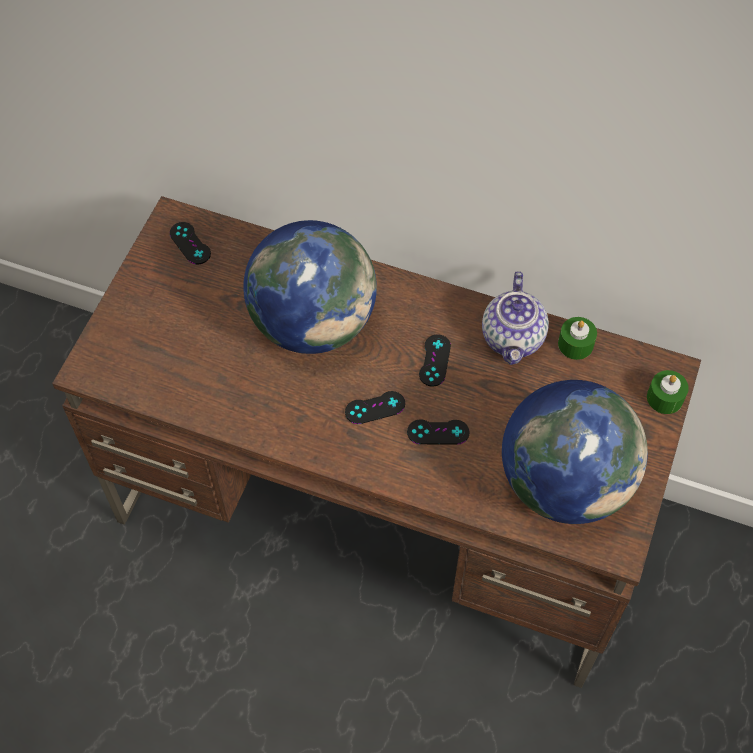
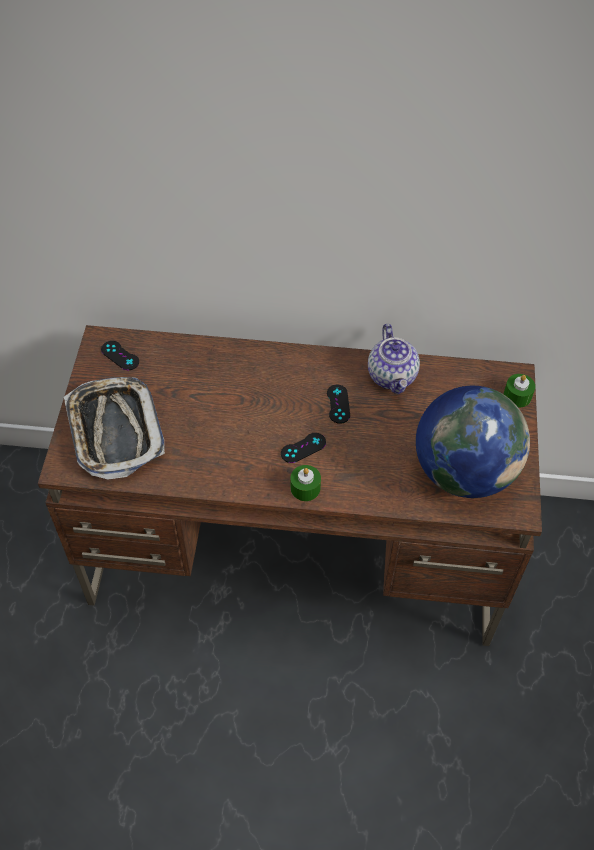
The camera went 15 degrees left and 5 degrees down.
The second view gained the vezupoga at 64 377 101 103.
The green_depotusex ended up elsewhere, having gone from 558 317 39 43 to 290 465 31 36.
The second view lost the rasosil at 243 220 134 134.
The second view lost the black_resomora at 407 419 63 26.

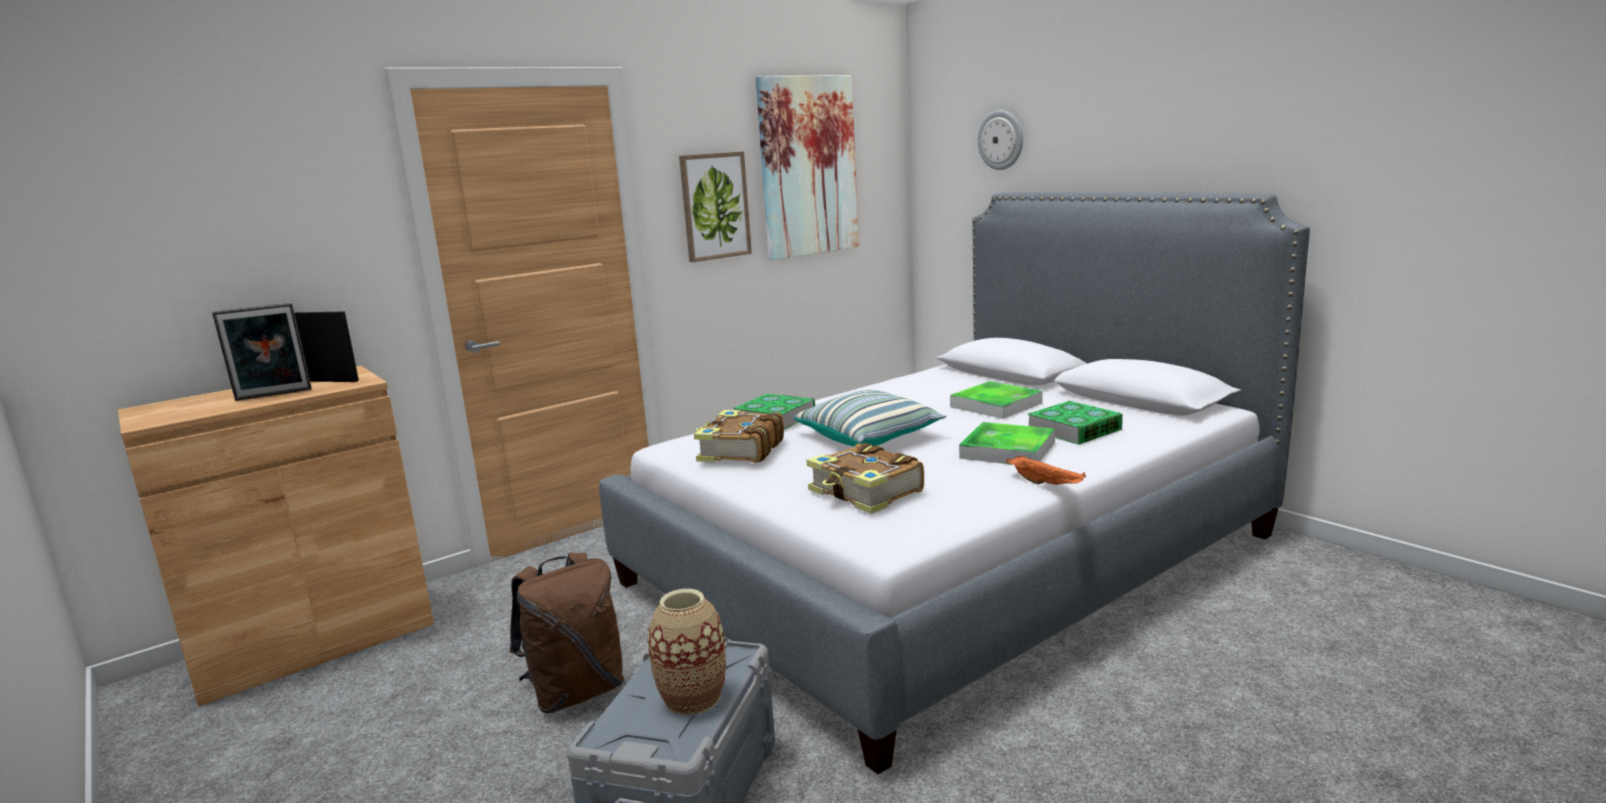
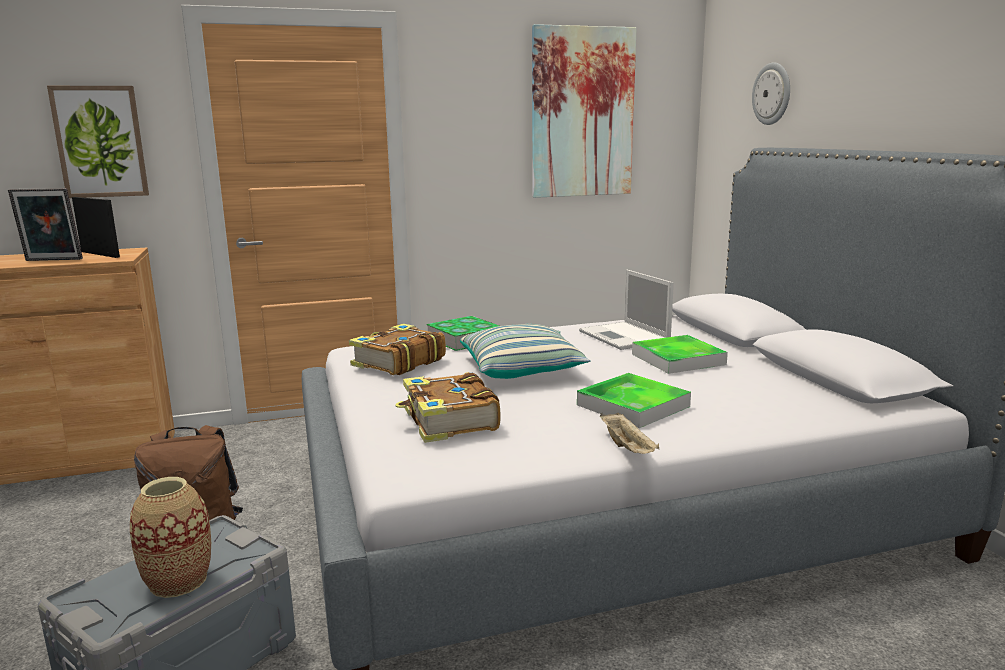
The camera went 20 degrees right and 0 degrees up.
The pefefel ended up elsewhere, having gone from 679 151 73 111 to 47 86 102 112.
The second view gained the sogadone at 579 270 95 80.
What was the orange_vezupoga at 1006 456 80 29 turned into the beige_vezupoga at 600 413 59 41.
The second view lost the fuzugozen at 1028 401 95 44.

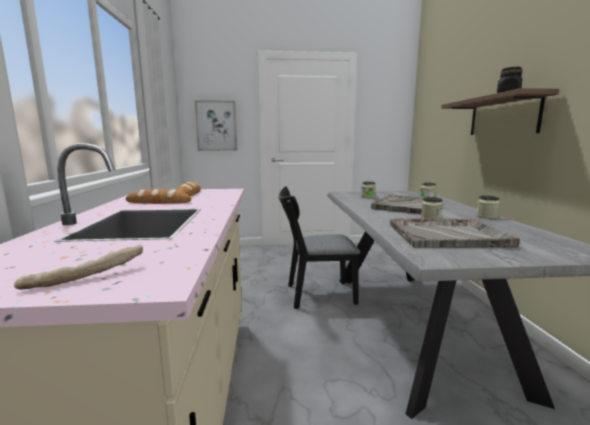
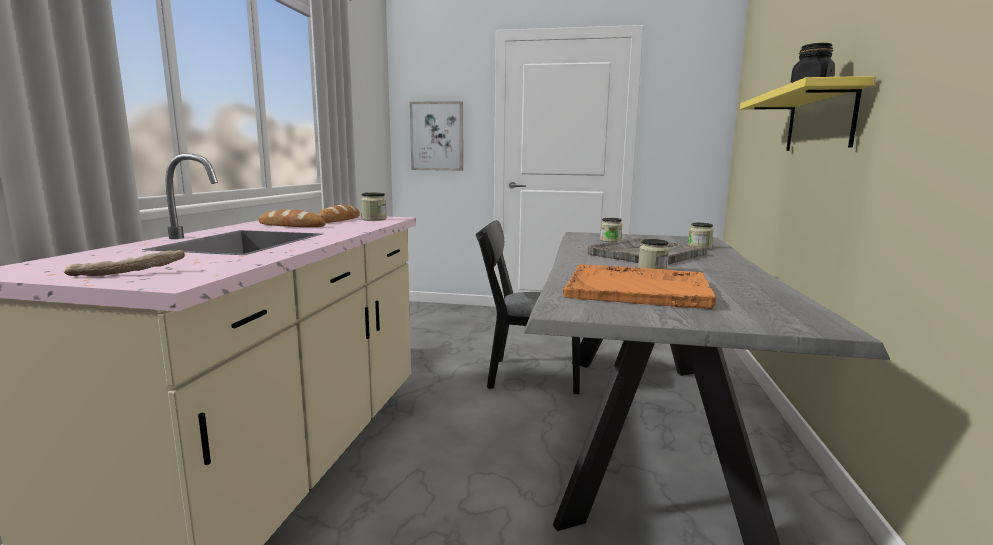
The camera went 15 degrees right and 0 degrees up.
The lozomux ended up elsewhere, having gone from 476 195 24 24 to 361 192 26 29.
What was the grey_vezupoga at 390 218 130 30 turned into the orange_vezupoga at 563 264 153 45.
What was the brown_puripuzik at 441 88 118 47 turned into the yellow_puripuzik at 740 76 136 75.

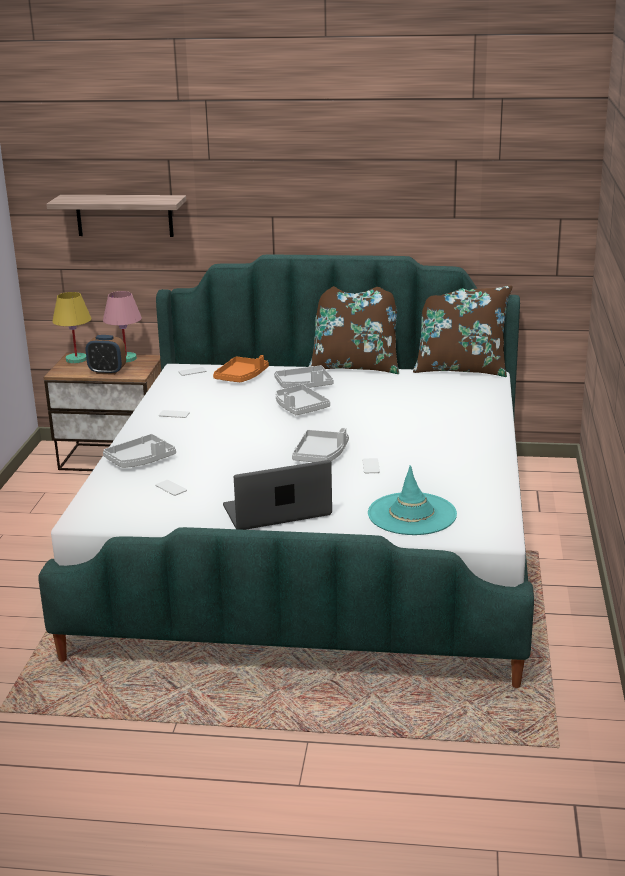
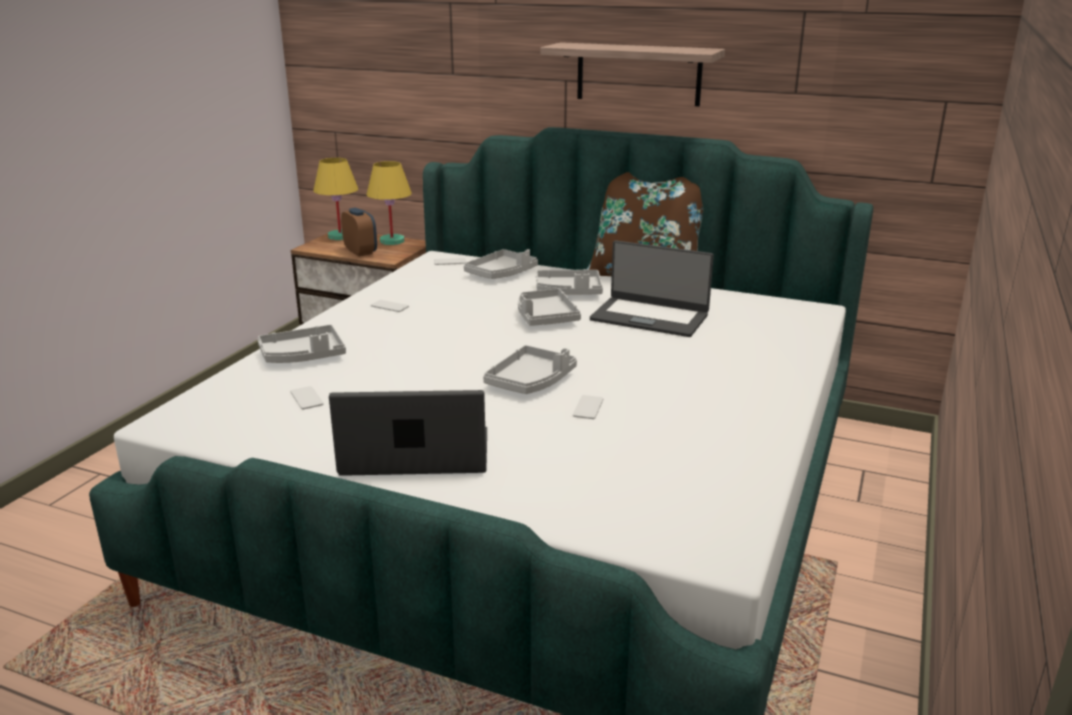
The camera went 15 degrees right and 0 degrees up.
The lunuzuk at 86 335 40 40 ended up facing another way, 150 degrees counterclockwise from before.
What was the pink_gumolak at 103 291 39 72 turned into the yellow_gumolak at 366 161 46 84.
What was the orange_vezupoga at 213 355 56 27 turned into the grey_vezupoga at 464 249 74 30.
The puripuzik ended up elsewhere, having gone from 46 195 140 42 to 540 42 185 64.
The second view gained the sogadone at 590 240 124 97.
The second view lost the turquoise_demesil at 368 465 89 70.
The second view lost the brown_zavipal at 413 285 100 92.

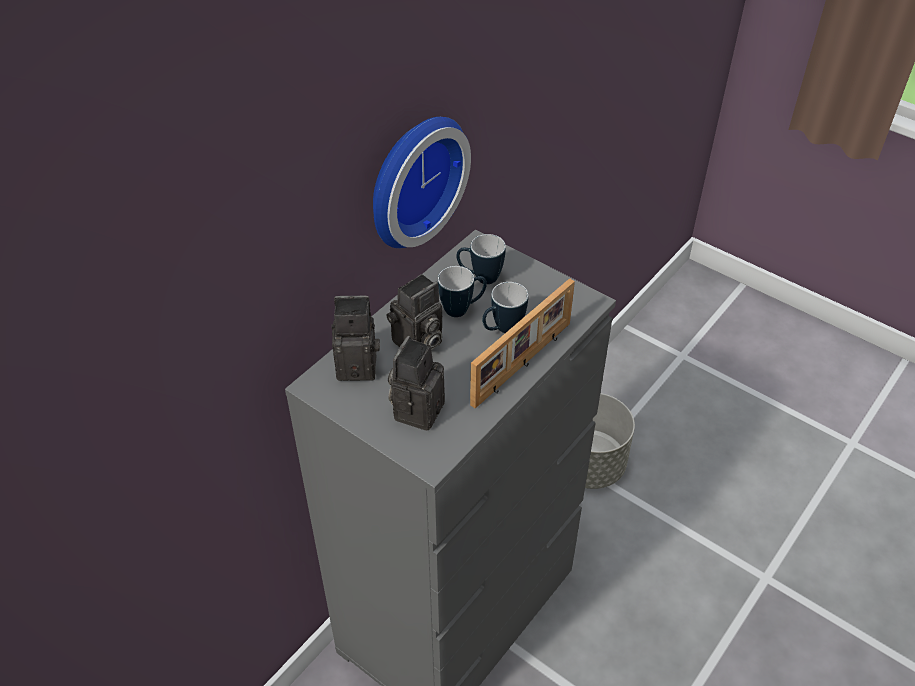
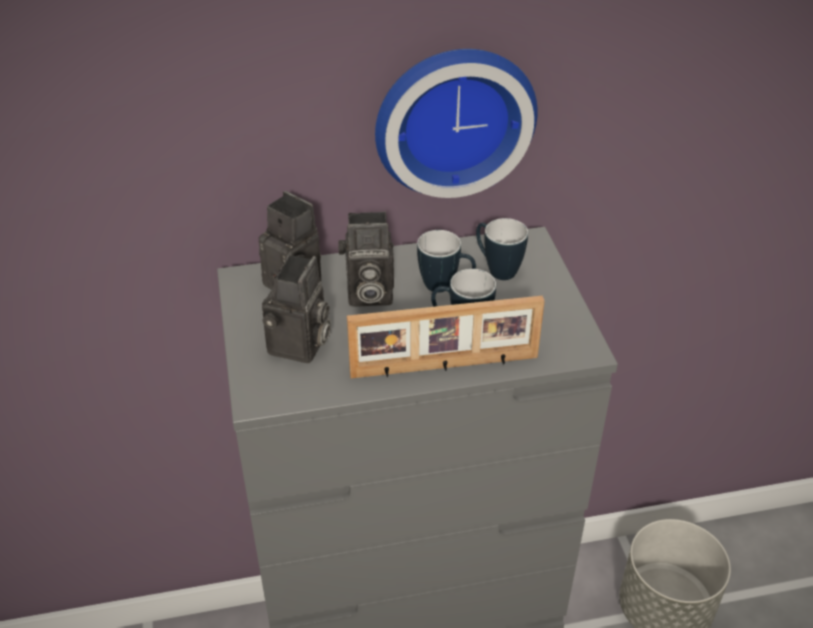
The camera went 40 degrees right and 5 degrees down.
The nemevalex at 388 336 57 95 ended up facing another way, 135 degrees clockwise from before.

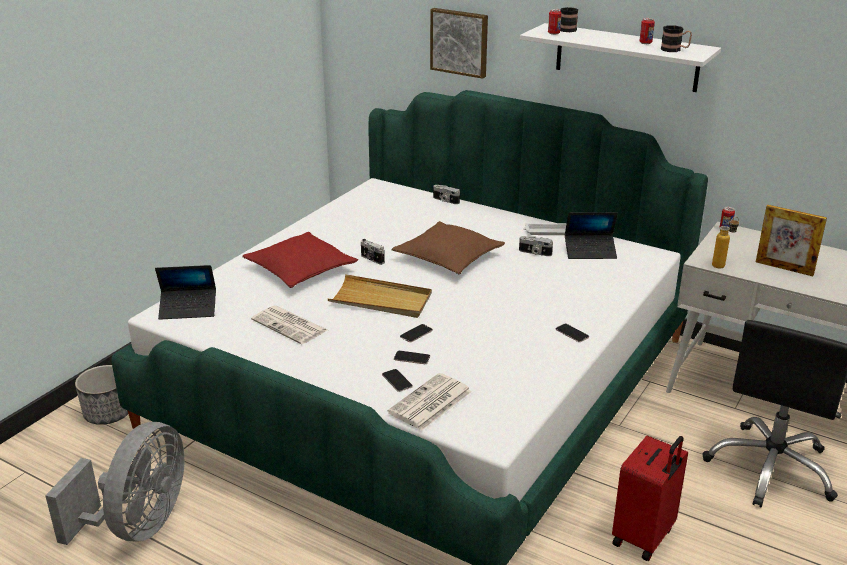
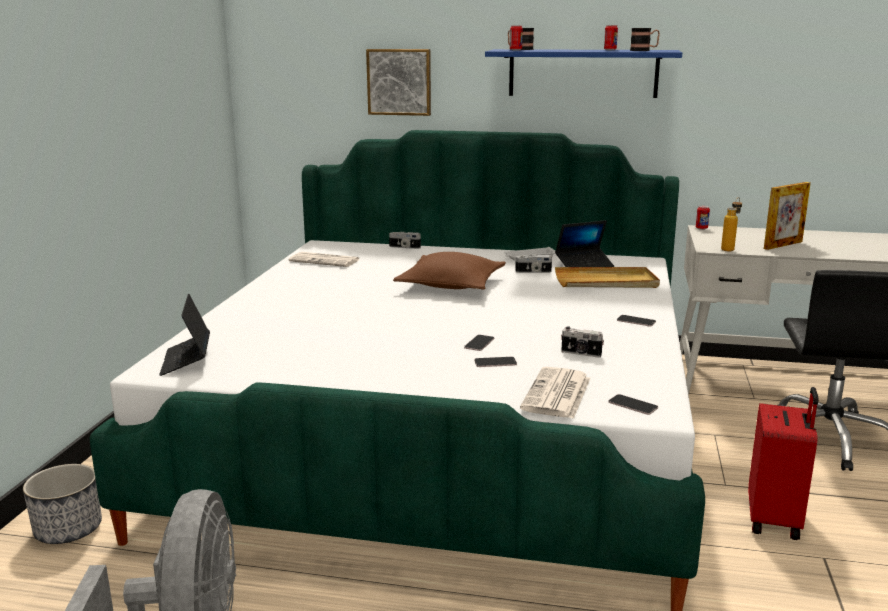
The camera went 20 degrees left and 10 degrees down.
The sogadone at 155 265 61 55 ended up facing another way, 105 degrees clockwise from before.
The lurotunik ended up elsewhere, having gone from 251 305 76 39 to 289 252 72 15.
What was the white_puripuzik at 520 23 201 69 turned into the blue_puripuzik at 485 49 197 49.
The beige_vezupoga ended up elsewhere, having gone from 328 274 104 44 to 555 267 105 21.
The nemevalex ended up elsewhere, having gone from 361 239 24 26 to 561 326 43 32.
The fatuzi ended up elsewhere, having gone from 382 369 31 23 to 609 394 49 21.
The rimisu at 756 205 71 71 ended up facing another way, 45 degrees counterclockwise from before.
The second view lost the red_zavipal at 242 232 116 56.

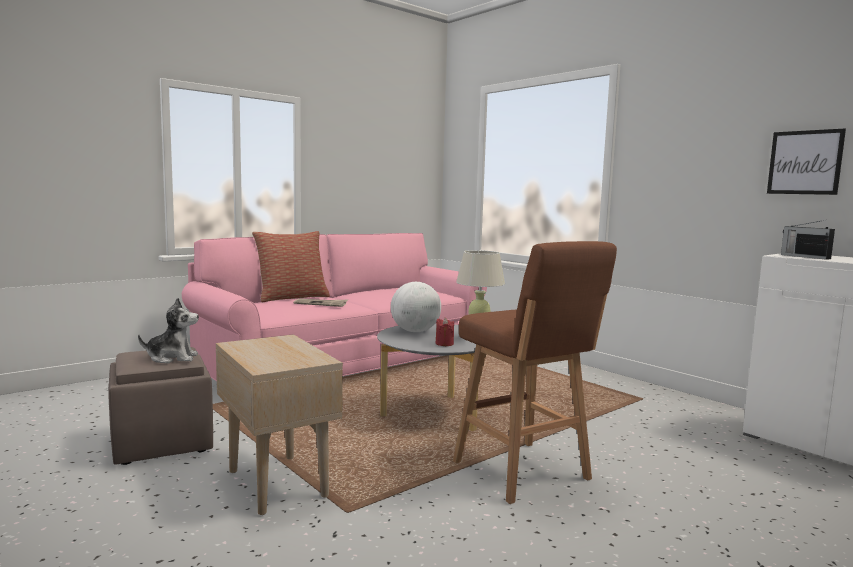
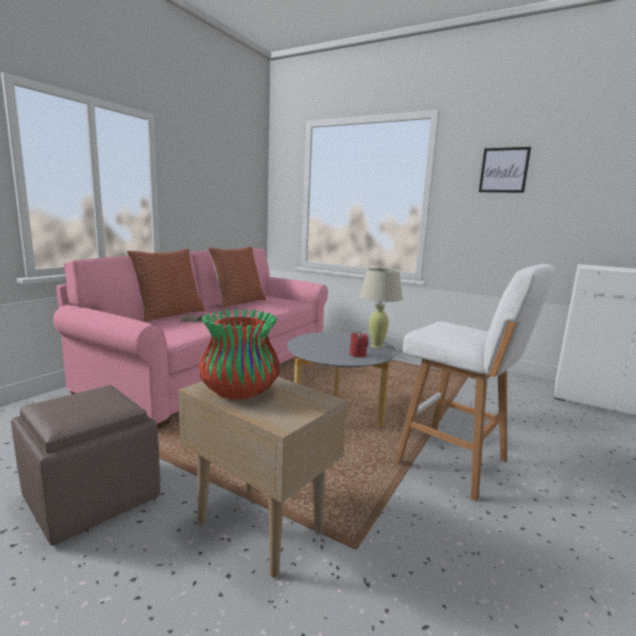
The camera went 20 degrees left and 5 degrees up.
The second view gained the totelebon at 198 309 81 91.
The second view gained the zavipal at 208 246 58 62.
What was the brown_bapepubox at 453 241 164 263 turned into the white_bapepubox at 394 264 161 238.
The pefefel ended up elsewhere, having gone from 767 129 79 66 to 479 147 52 46.
The second view lost the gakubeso at 138 298 61 65.
The second view lost the rasosil at 391 282 50 50.
The second view lost the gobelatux at 781 220 54 40.

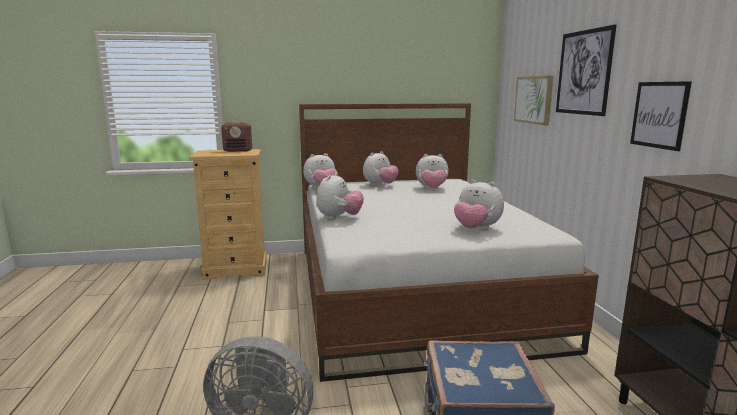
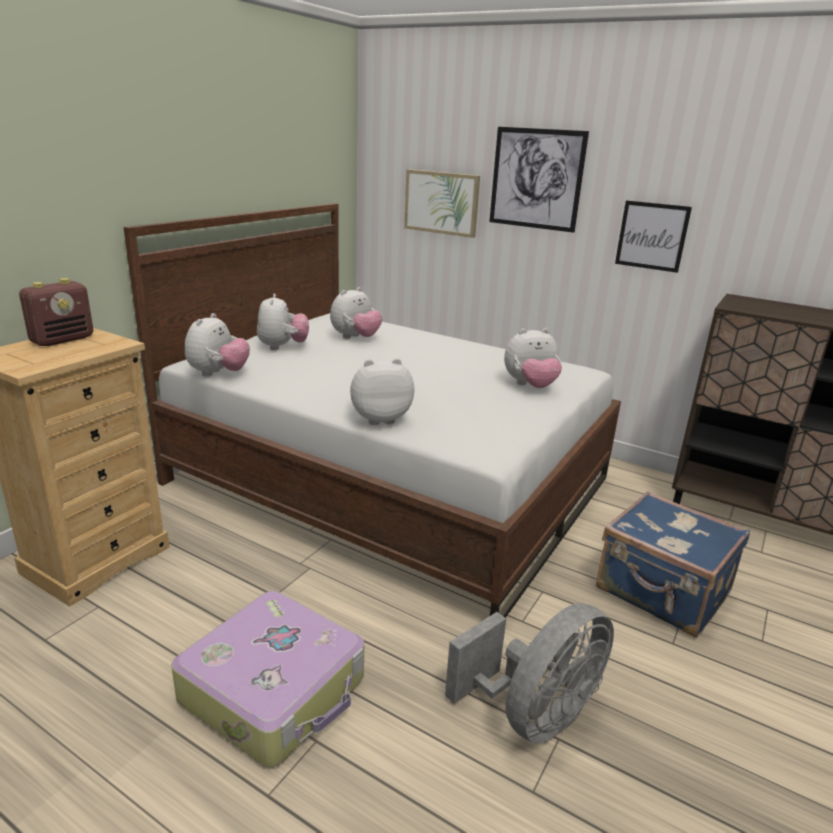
The camera went 50 degrees left and 10 degrees up.
The second view gained the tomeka at 171 591 194 176.
The gakubeso at 317 172 47 48 ended up facing another way, 75 degrees counterclockwise from before.

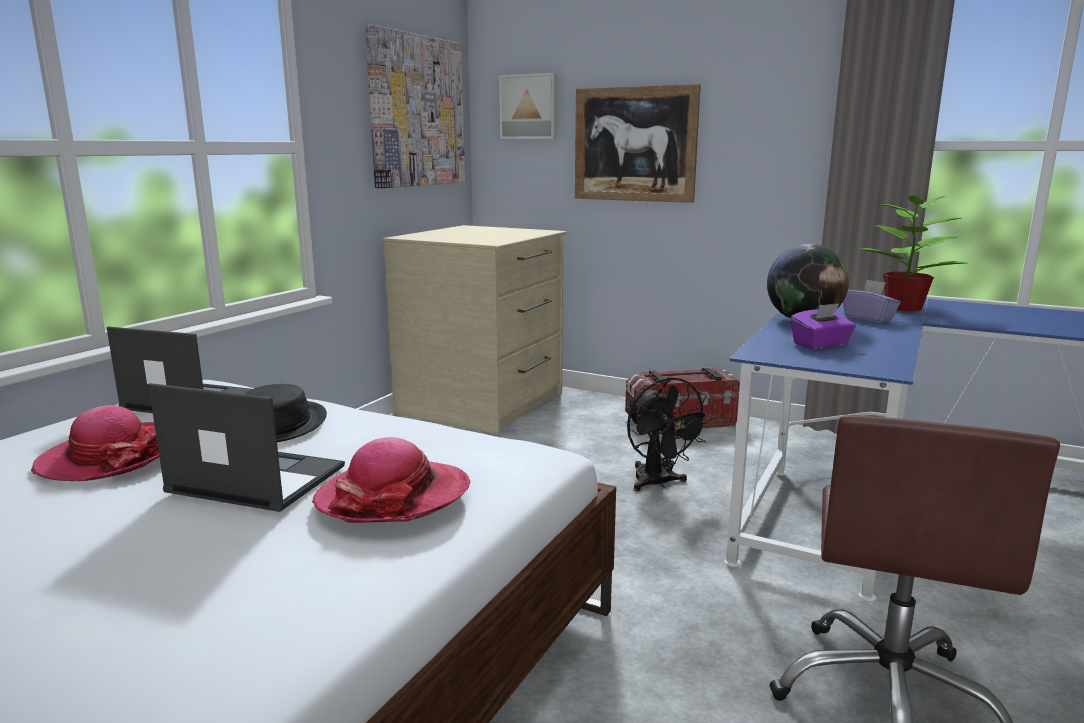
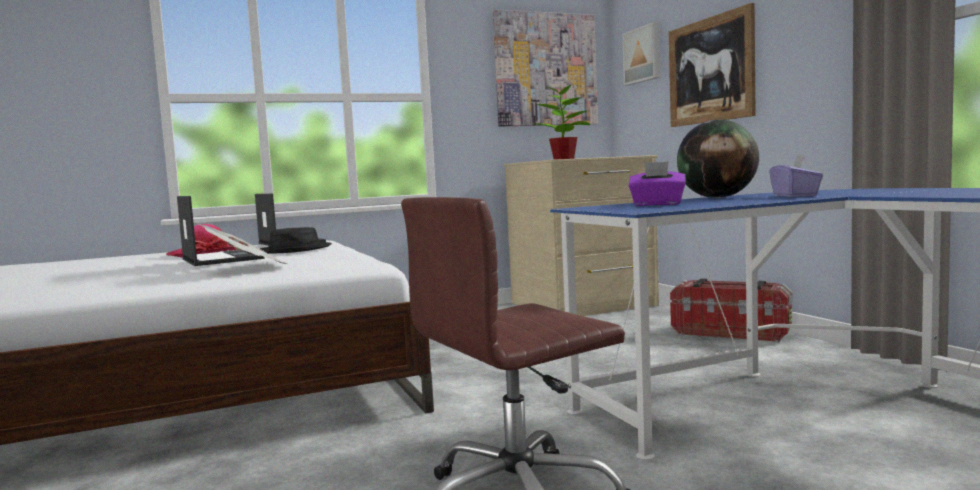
The camera went 40 degrees right and 10 degrees down.
Where the demesil stood at 312 437 158 86, the lurotunik came to stand at 195 223 92 41.
The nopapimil ended up elsewhere, having gone from 860 189 107 122 to 533 84 57 76.
The second view lost the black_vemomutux at 627 377 86 114.

